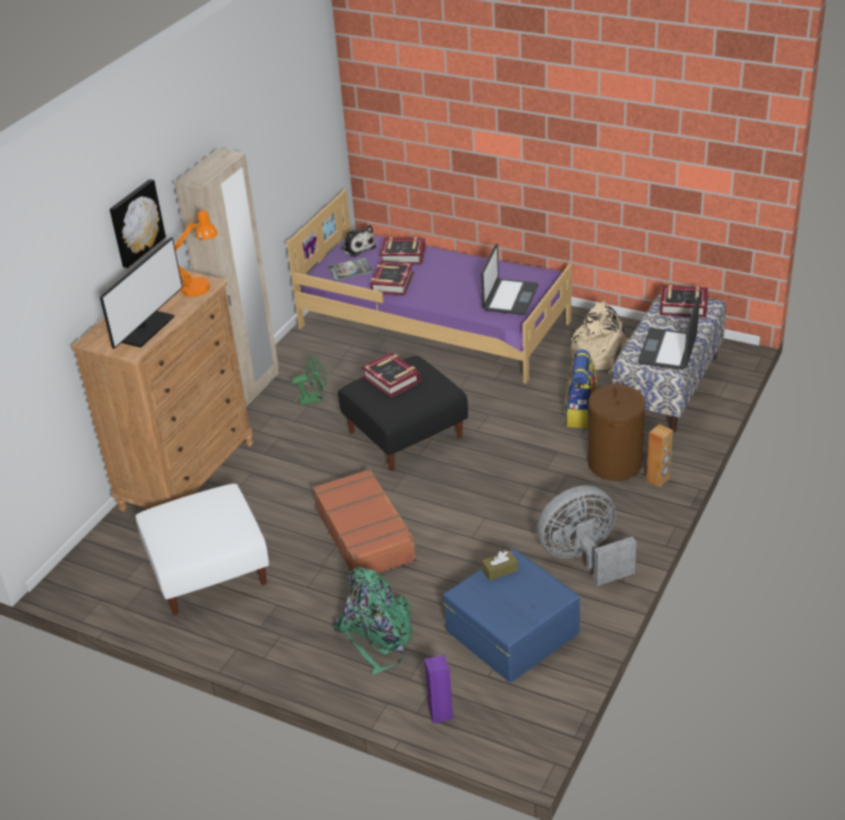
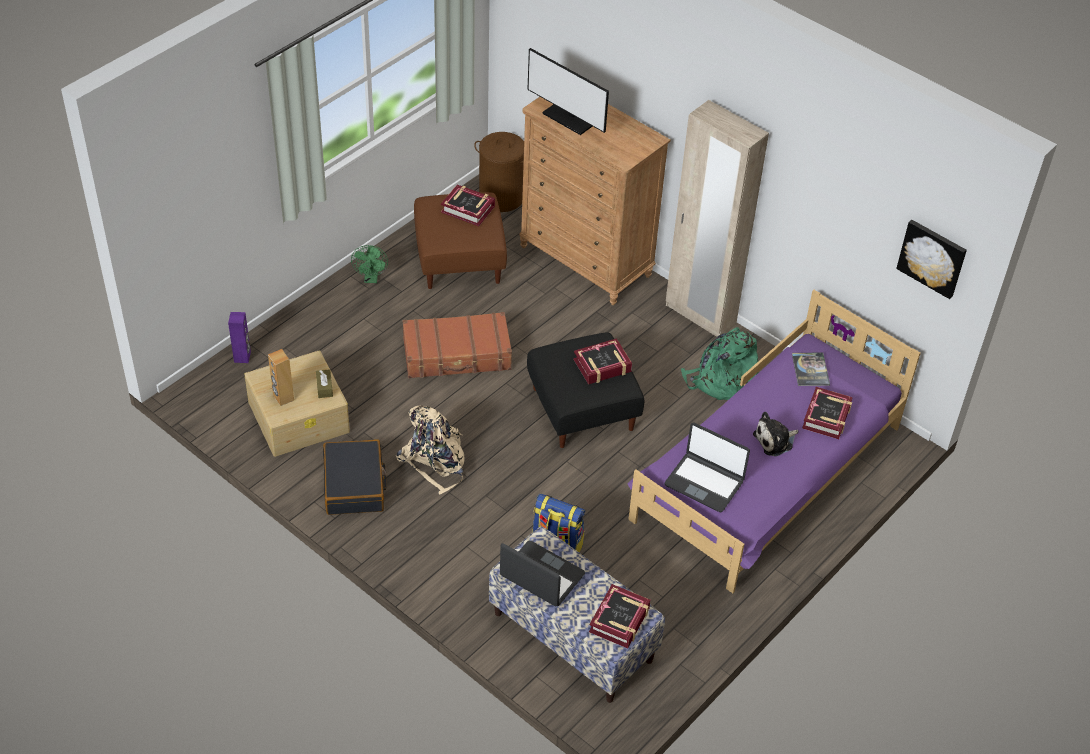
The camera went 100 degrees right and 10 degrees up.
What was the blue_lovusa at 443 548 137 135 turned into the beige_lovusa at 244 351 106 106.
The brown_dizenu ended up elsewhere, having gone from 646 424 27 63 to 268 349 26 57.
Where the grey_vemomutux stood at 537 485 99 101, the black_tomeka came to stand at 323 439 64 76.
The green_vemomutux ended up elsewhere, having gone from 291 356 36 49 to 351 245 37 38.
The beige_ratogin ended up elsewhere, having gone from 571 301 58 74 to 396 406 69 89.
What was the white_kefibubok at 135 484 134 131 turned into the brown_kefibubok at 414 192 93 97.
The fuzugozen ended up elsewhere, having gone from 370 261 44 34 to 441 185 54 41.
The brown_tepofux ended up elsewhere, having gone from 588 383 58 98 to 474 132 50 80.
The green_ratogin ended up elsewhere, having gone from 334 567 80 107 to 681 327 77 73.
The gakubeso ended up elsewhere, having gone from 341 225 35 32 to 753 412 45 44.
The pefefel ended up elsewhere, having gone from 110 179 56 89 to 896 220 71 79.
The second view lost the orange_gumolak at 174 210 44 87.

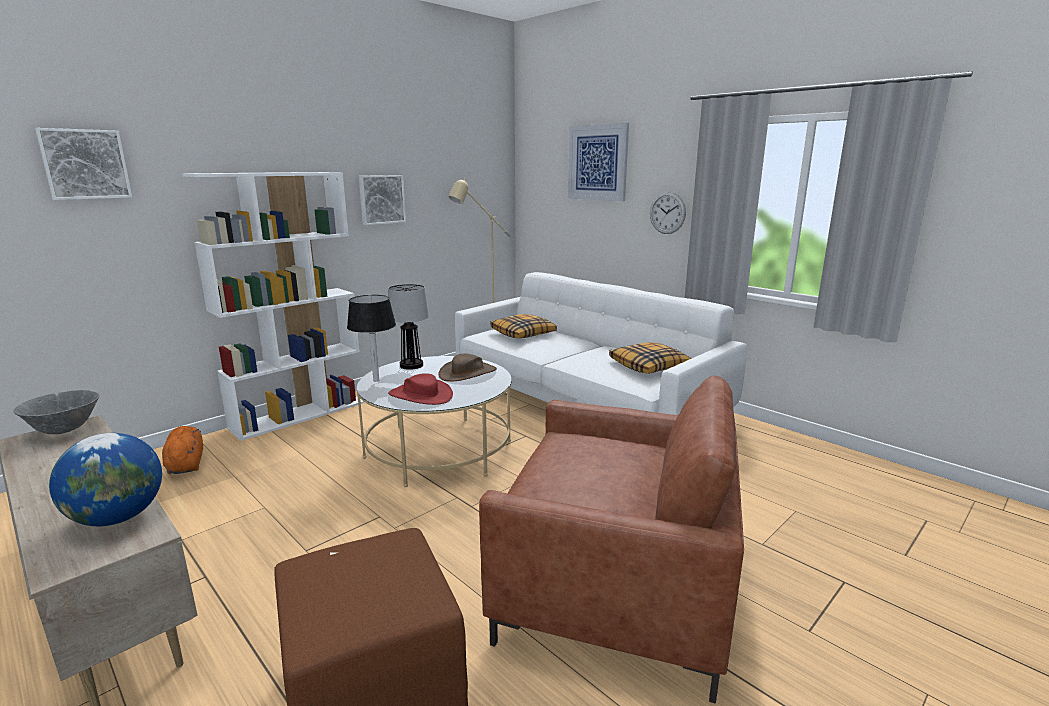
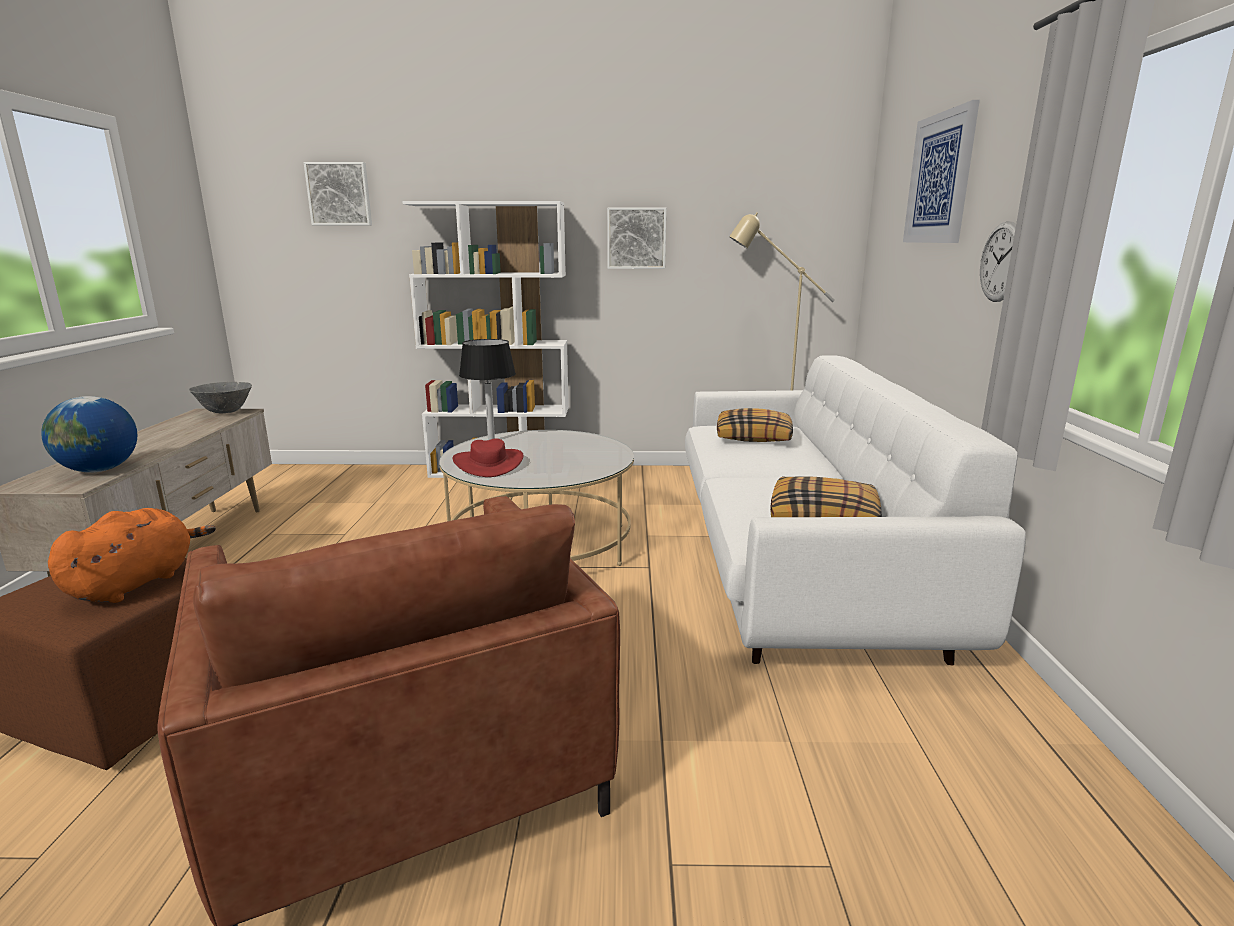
The camera went 45 degrees right and 0 degrees up.
The orange_gakubeso ended up elsewhere, having gone from 162 426 41 48 to 48 508 168 95.
The second view lost the gumolak at 388 284 41 86.
The second view lost the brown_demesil at 438 354 59 28.

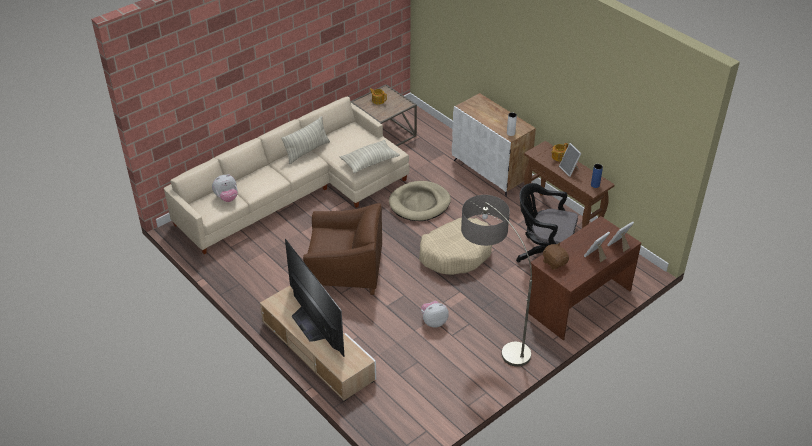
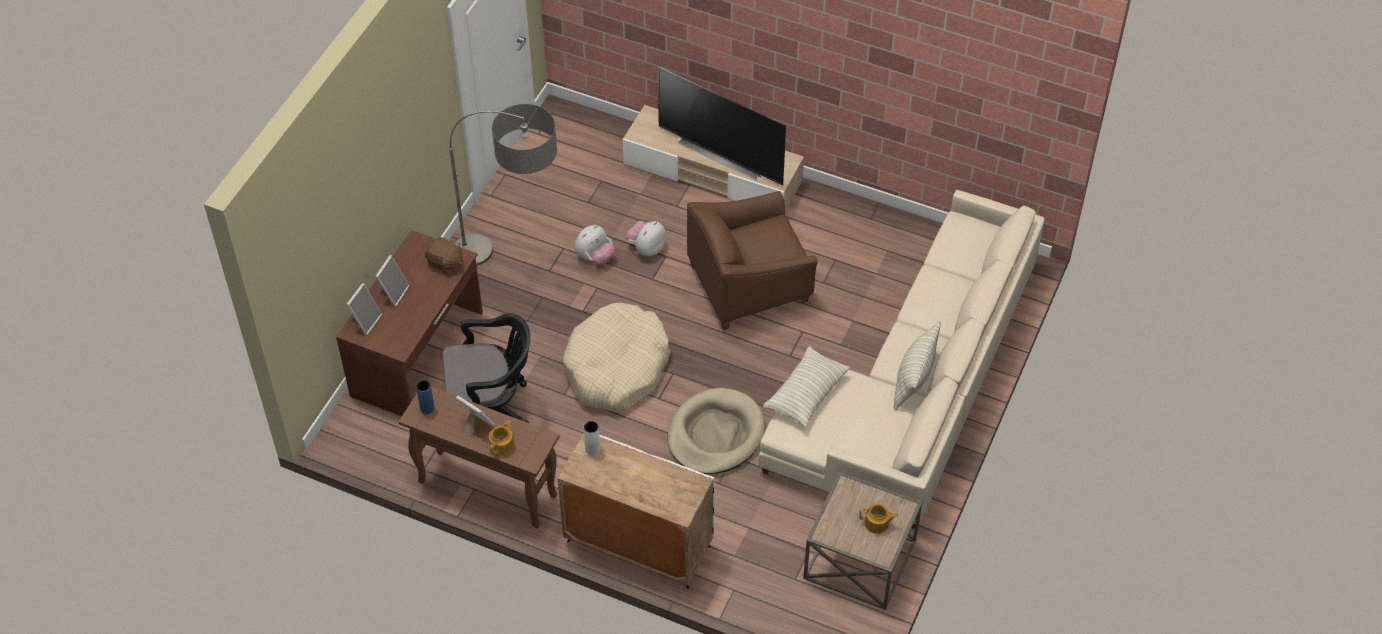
The camera went 155 degrees right and 10 degrees up.
The gakubeso ended up elsewhere, having gone from 212 174 26 28 to 626 221 40 35.

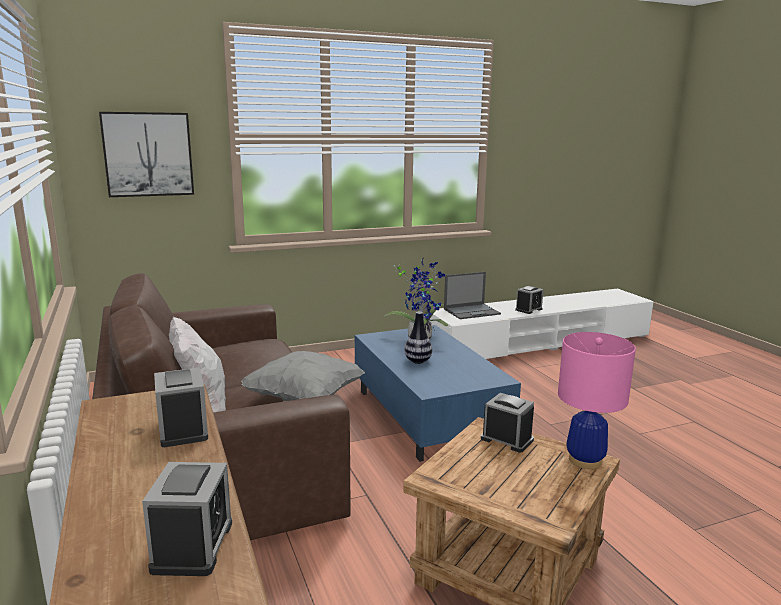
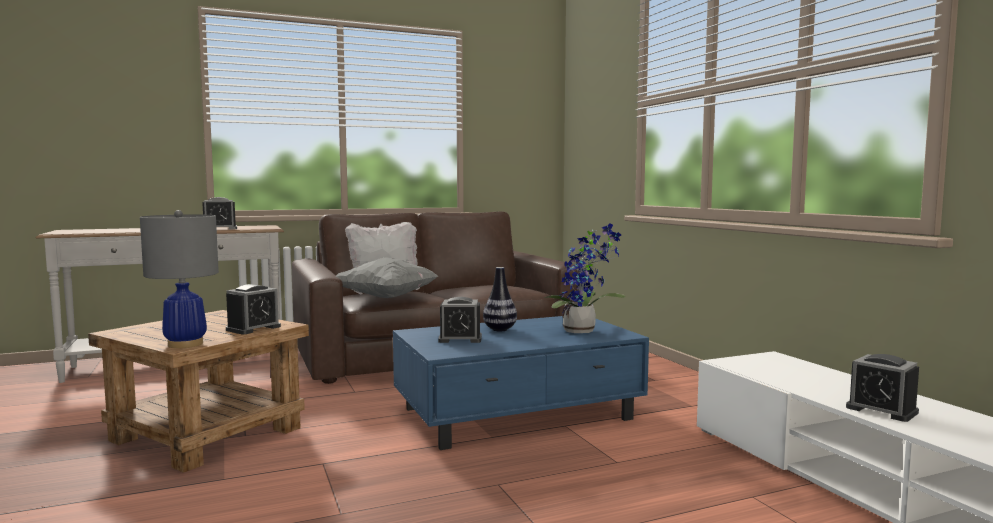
The camera went 90 degrees right and 10 degrees down.
What was the pink_gumolak at 558 332 78 137 turned into the grey_gumolak at 140 210 79 138.
The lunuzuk ended up elsewhere, having gone from 142 462 90 114 to 438 297 44 46.
The second view lost the pefefel at 99 112 95 85.
The second view lost the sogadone at 444 272 57 47.

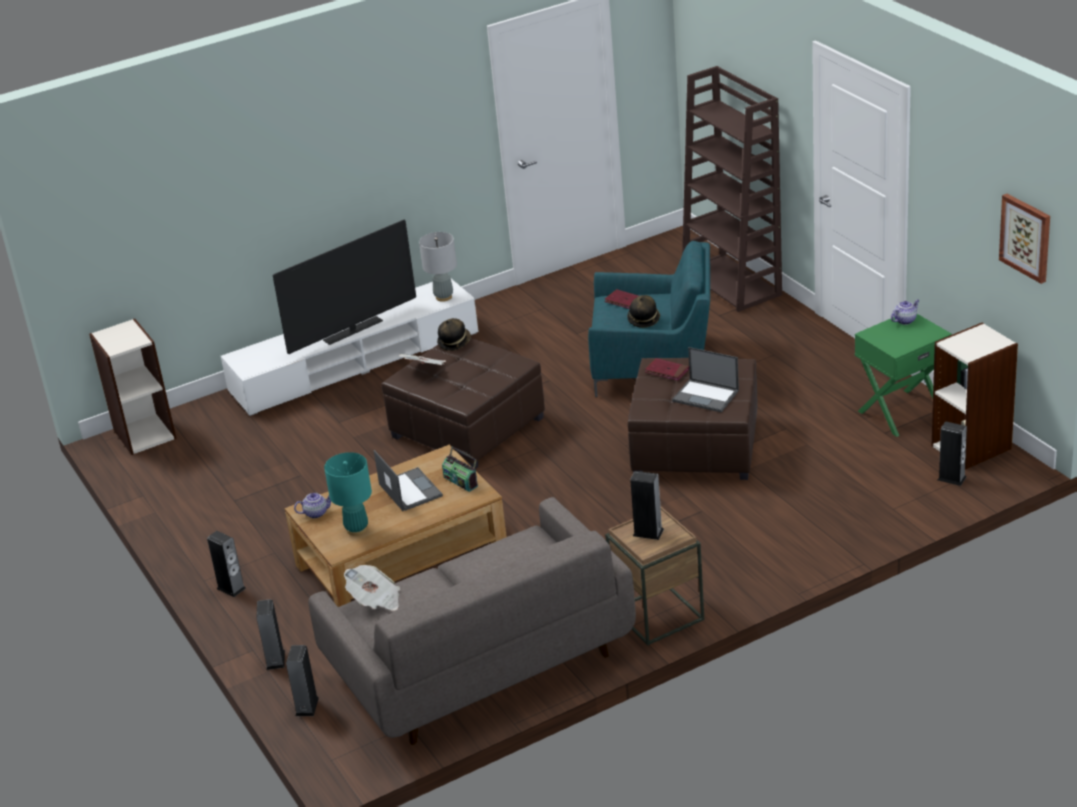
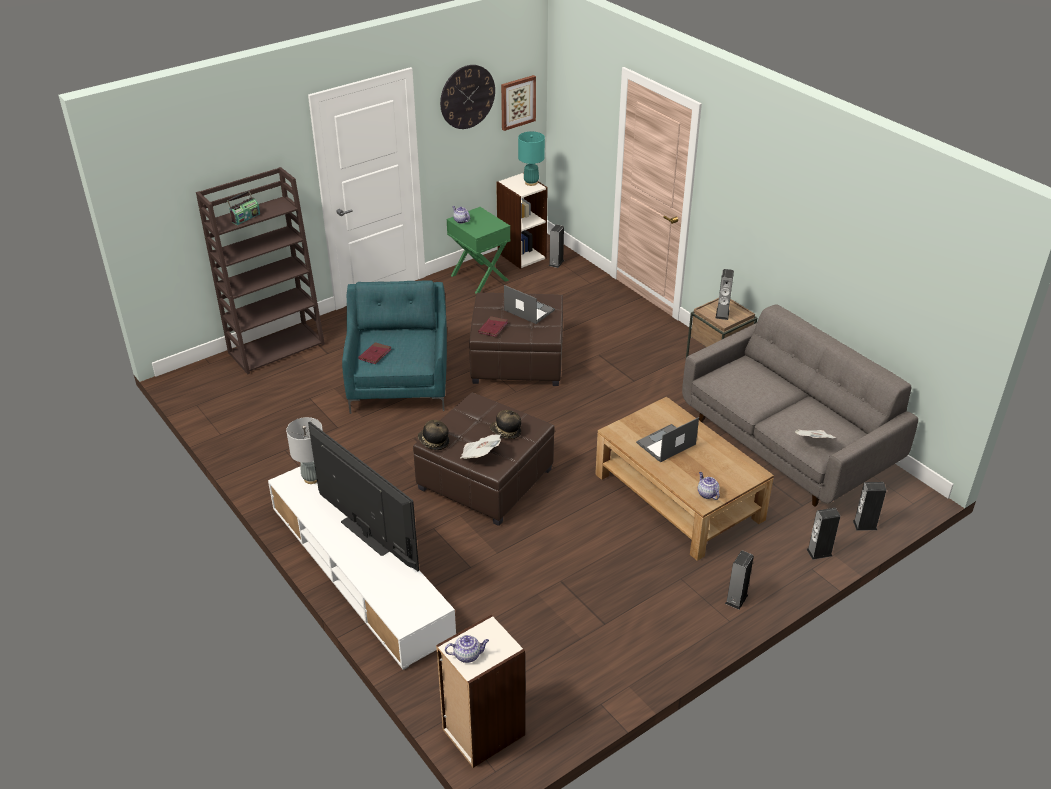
The camera went 100 degrees left and 5 degrees up.
The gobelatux ended up elsewhere, having gone from 442 446 36 46 to 227 191 33 34.
The second view gained the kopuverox at 440 65 55 64.
The second view gained the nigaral at 445 635 44 28.
The demesil ended up elsewhere, having gone from 627 295 33 33 to 490 410 31 29.
The sogadone at 672 347 67 65 ended up facing another way, 75 degrees counterclockwise from before.
The turquoise_gumolak ended up elsewhere, having gone from 324 452 48 84 to 518 131 27 55.

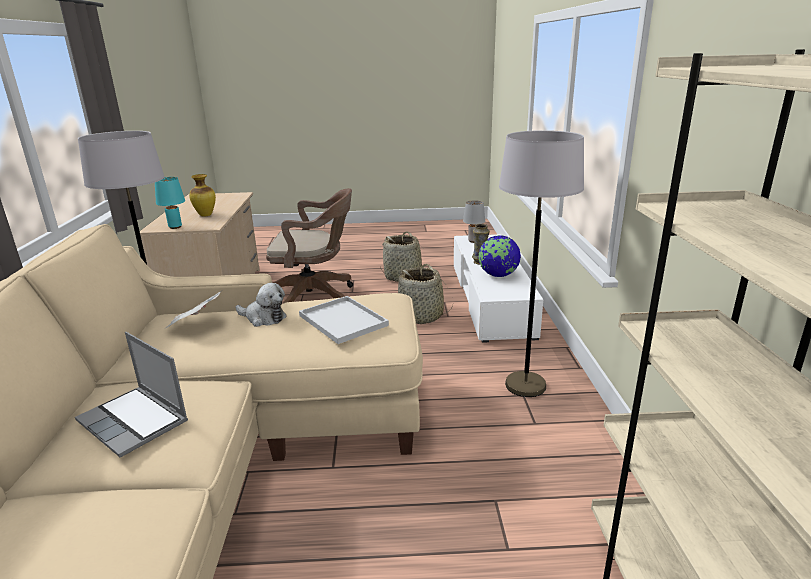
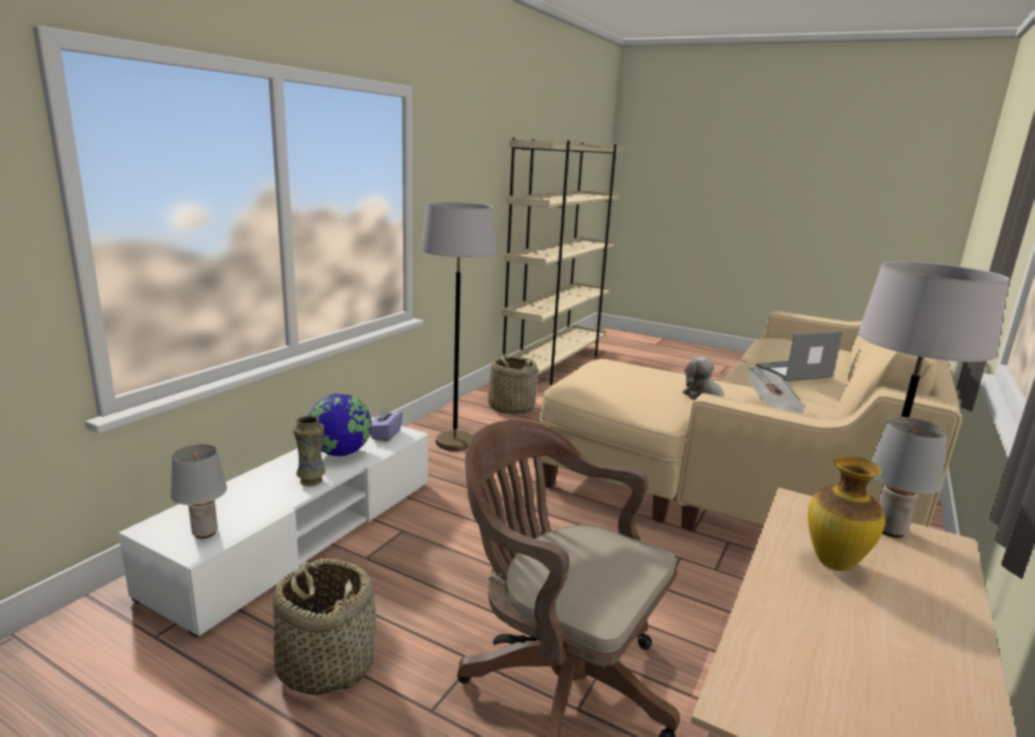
The camera went 150 degrees left and 5 degrees down.
The second view gained the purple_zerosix at 370 405 33 36.
The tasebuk ended up elsewhere, having gone from 397 264 56 60 to 488 354 49 60.
The sogadone at 75 332 113 125 ended up facing another way, 90 degrees counterclockwise from before.
What was the turquoise_gumolak at 155 177 30 52 turned into the grey_gumolak at 871 417 77 121.
The second view lost the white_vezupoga at 299 296 90 48.

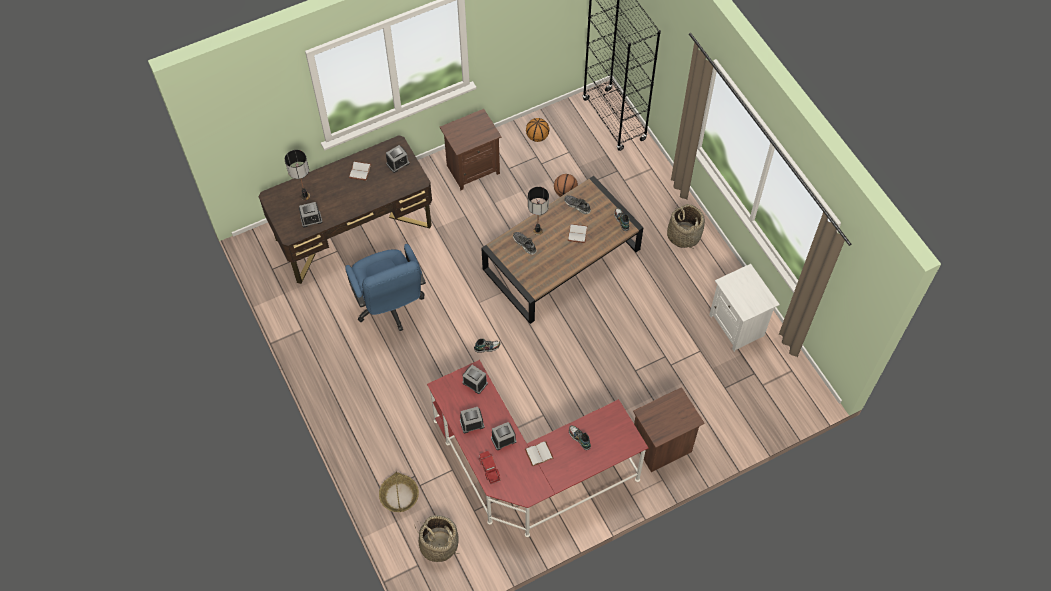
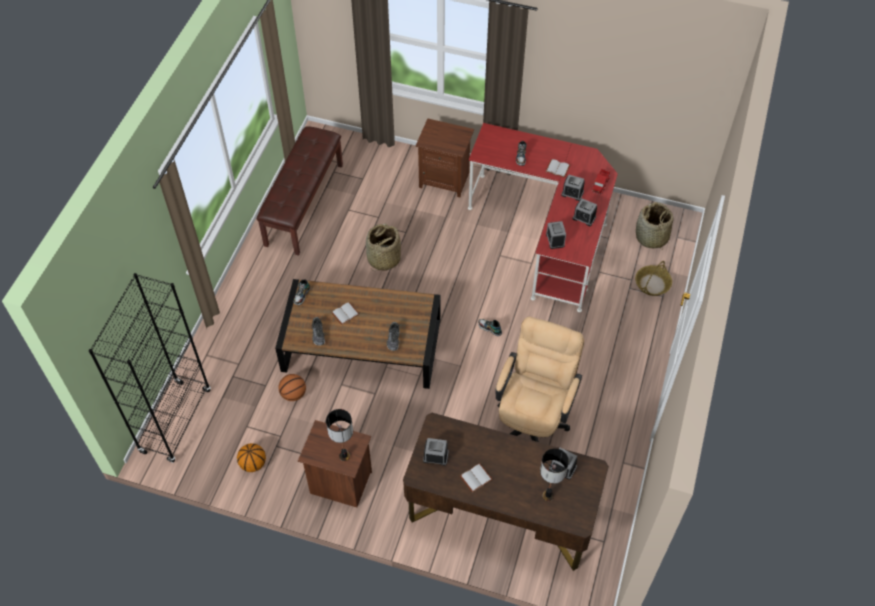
The camera went 135 degrees left and 5 degrees down.
Where the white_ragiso stood at 709 264 71 88, the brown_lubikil came to stand at 257 127 86 128.
The gumolak ended up elsewhere, having gone from 528 187 21 48 to 326 409 27 52.
The tasebuk ended up elsewhere, having gone from 667 204 38 45 to 366 224 35 47.
What was the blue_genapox at 345 244 81 87 turned into the beige_genapox at 495 316 89 126.

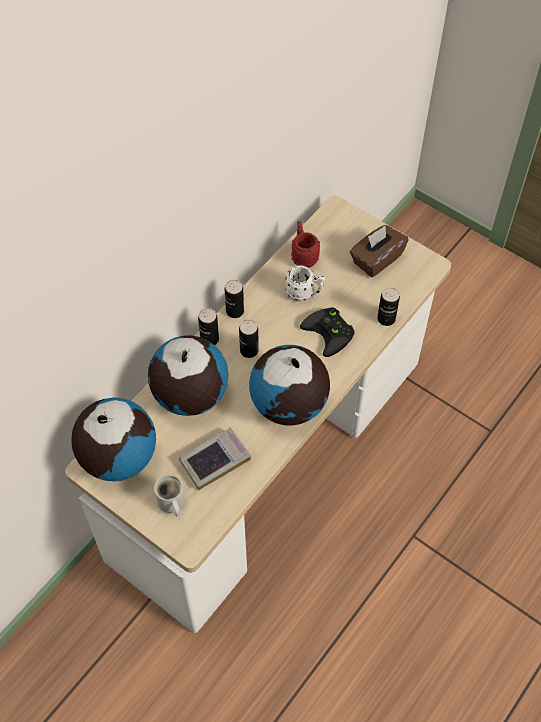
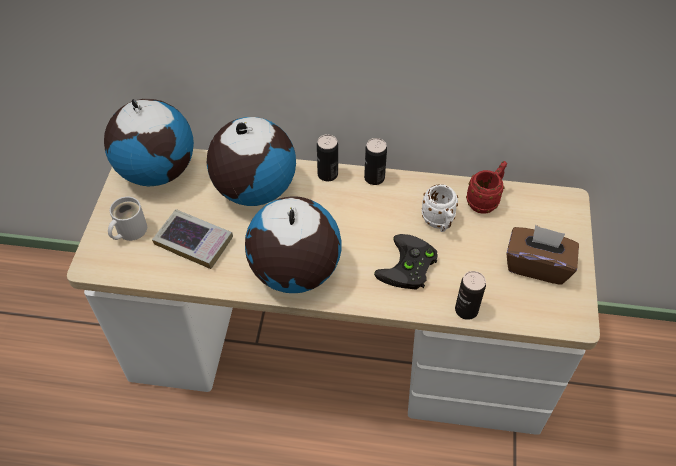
The camera went 60 degrees right and 5 degrees down.
The second view lost the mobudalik at 239 319 20 39.

